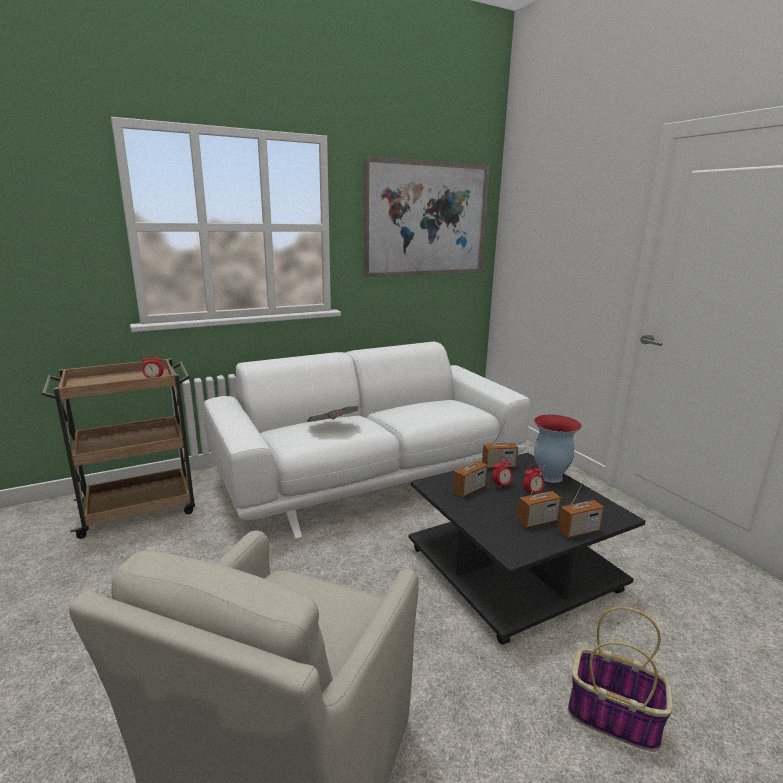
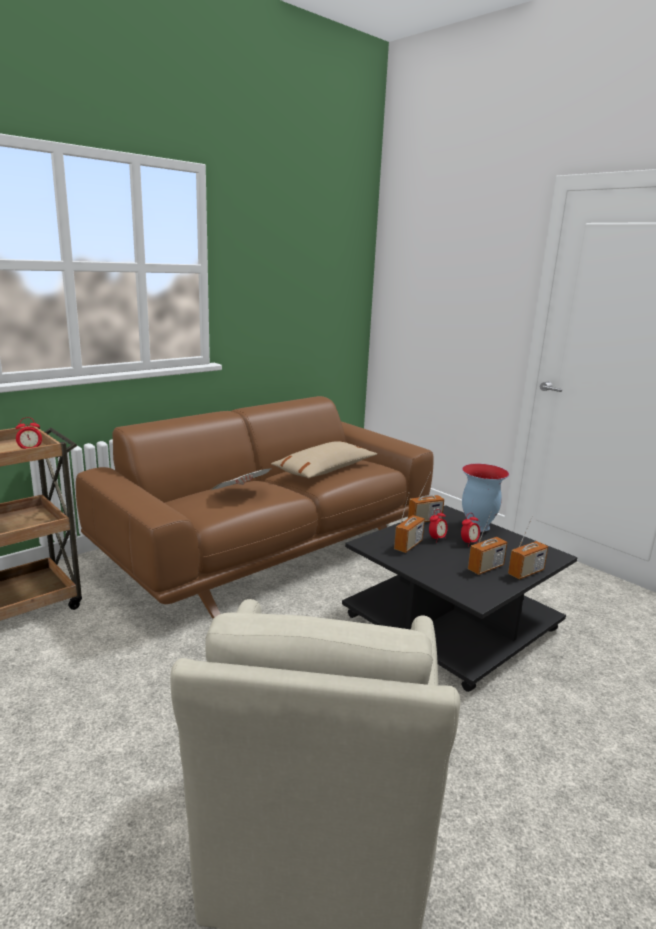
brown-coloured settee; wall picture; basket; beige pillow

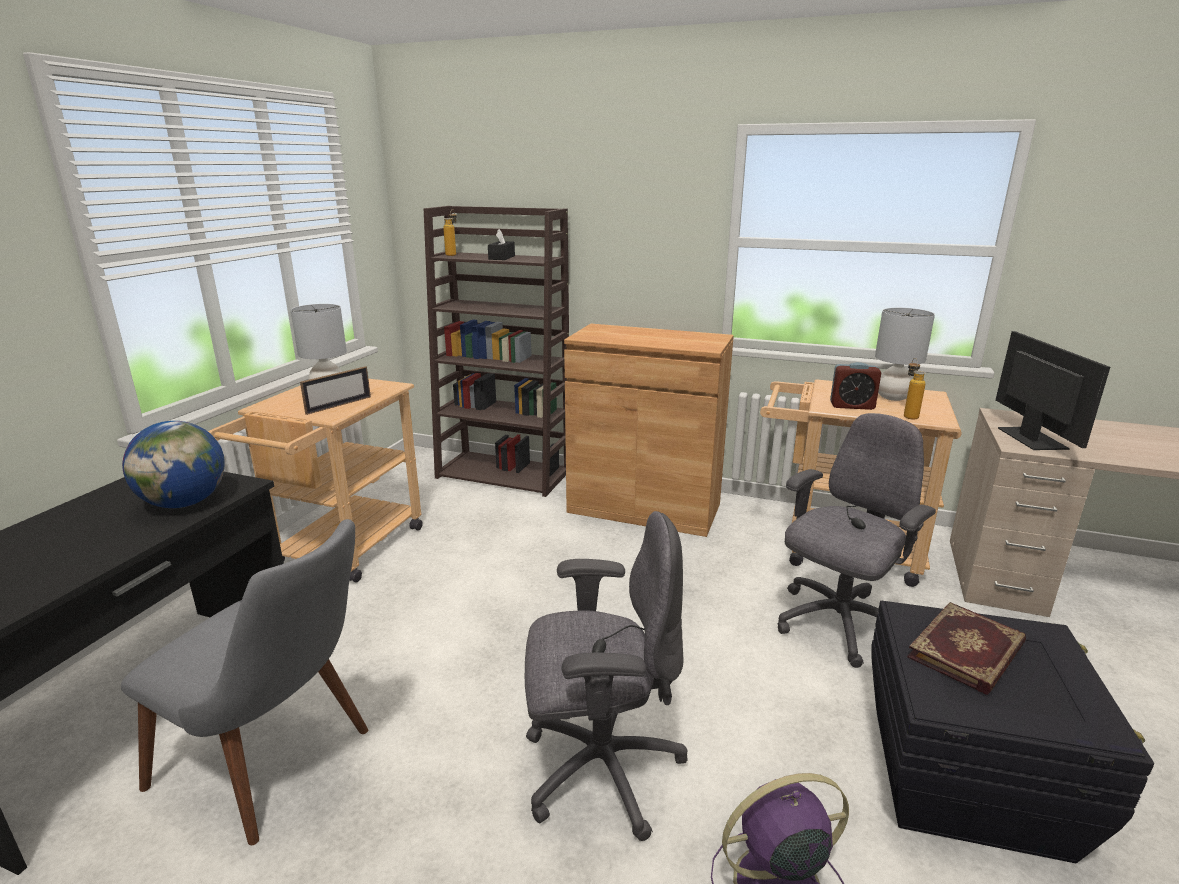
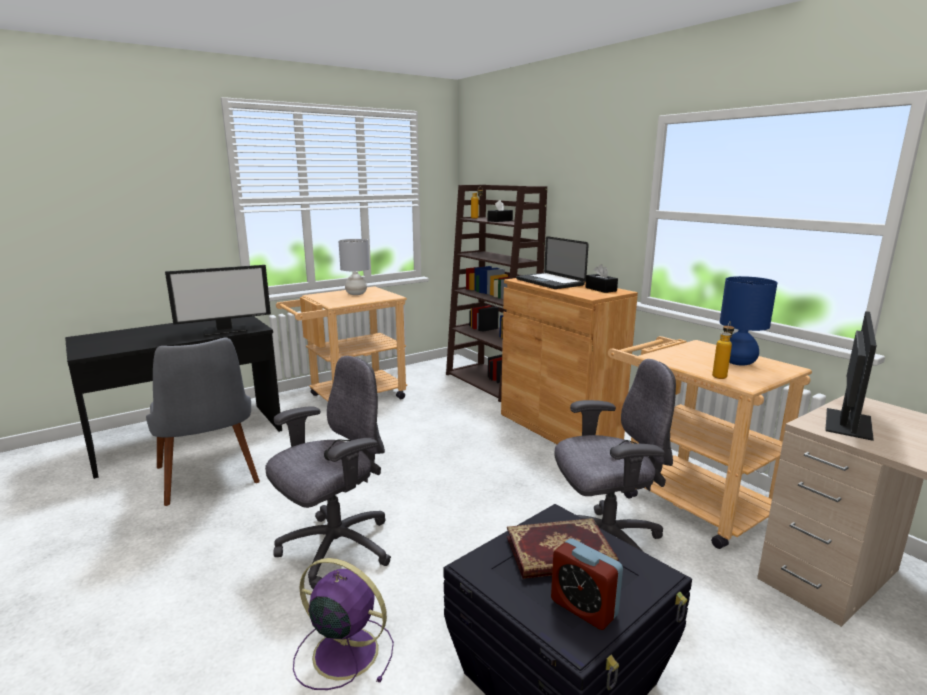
monitor (1st from left); photo frame; greyish office chair (1st from left); bedside clock; blue tabletop lamp; portable computer; black-coloured tissue box (2nd from left)

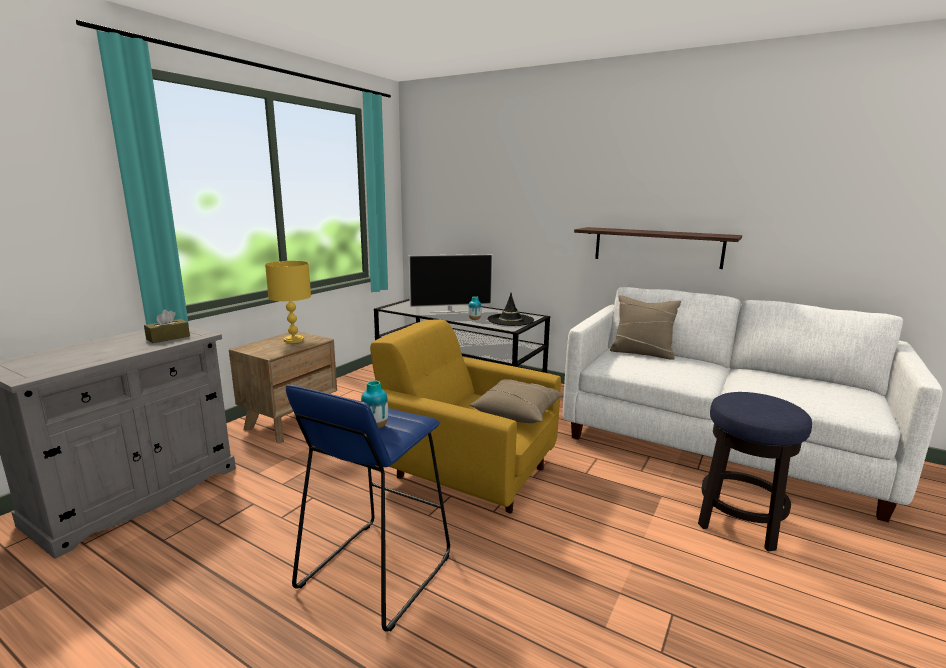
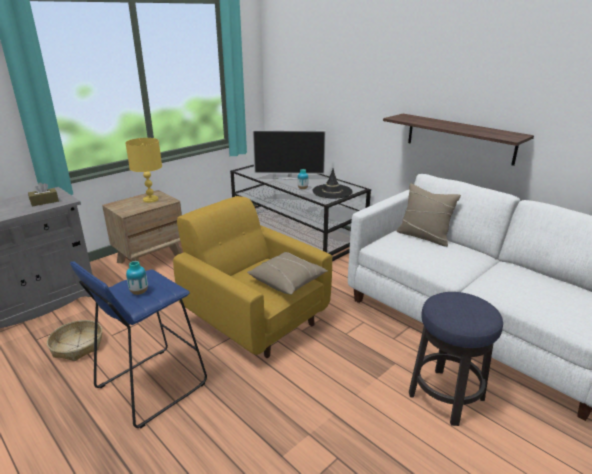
basket

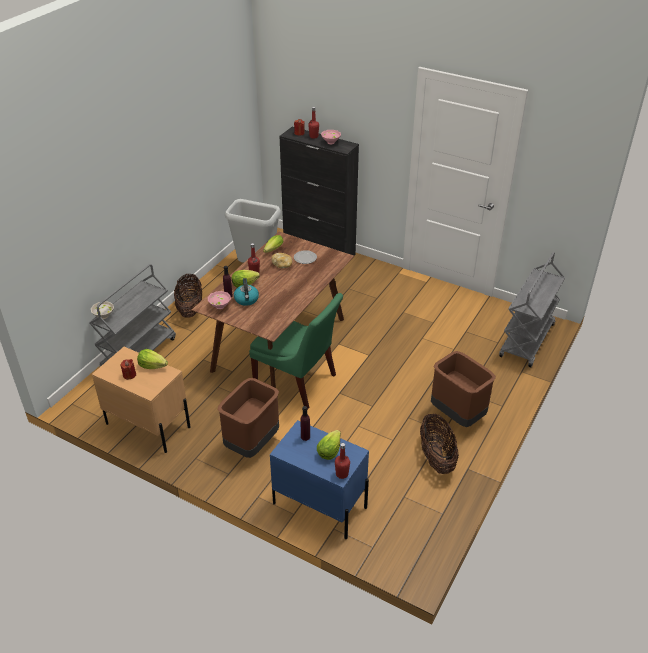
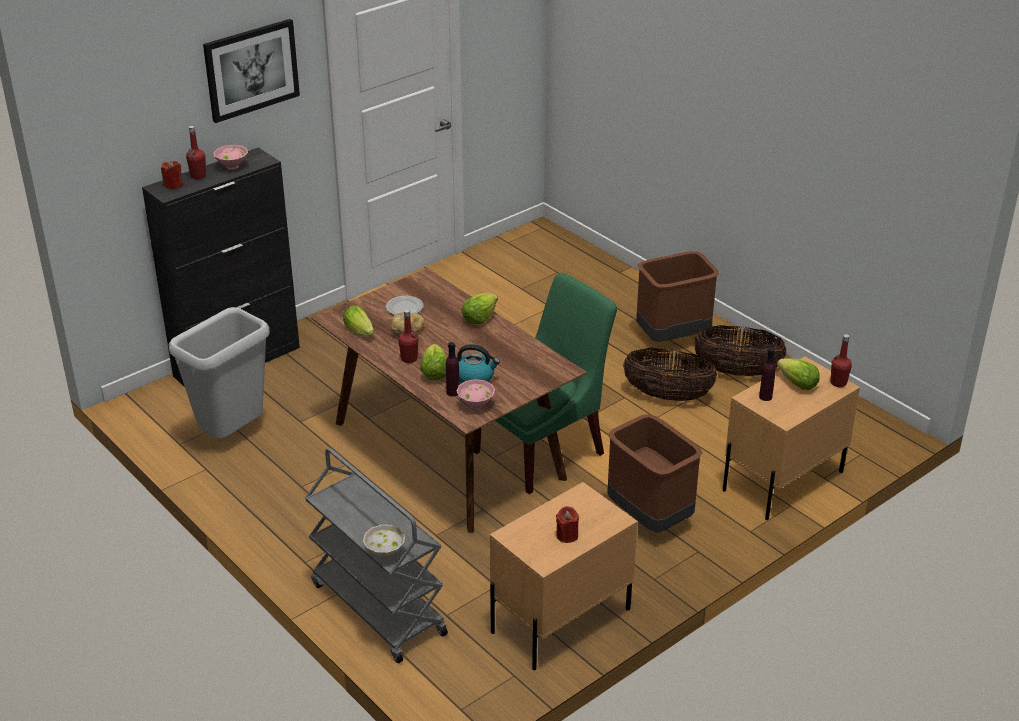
lettuce (3rd from left); basket (1st from left); beige night table (2nd from left); greyish wheeled cart (2nd from left in the first image); wall picture

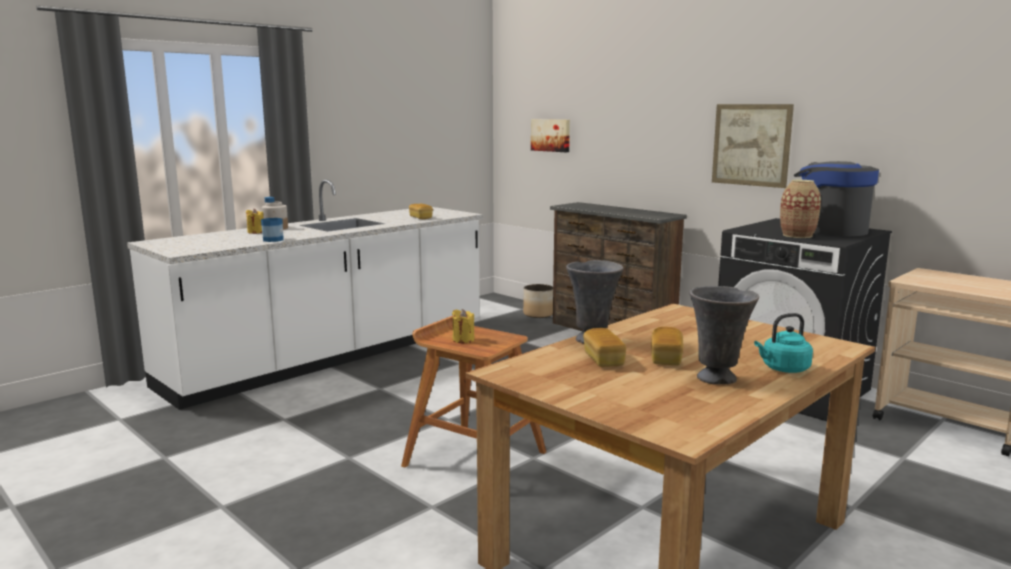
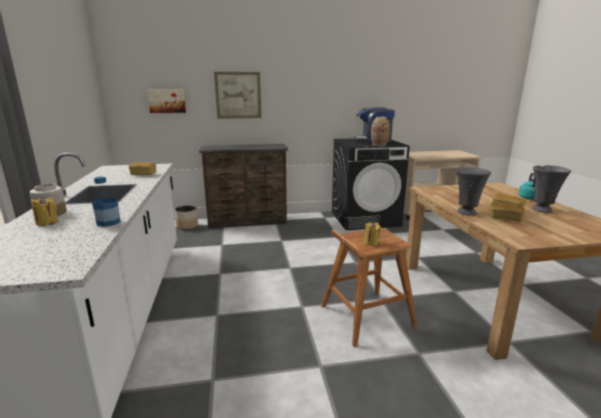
wall picture (2nd from left)

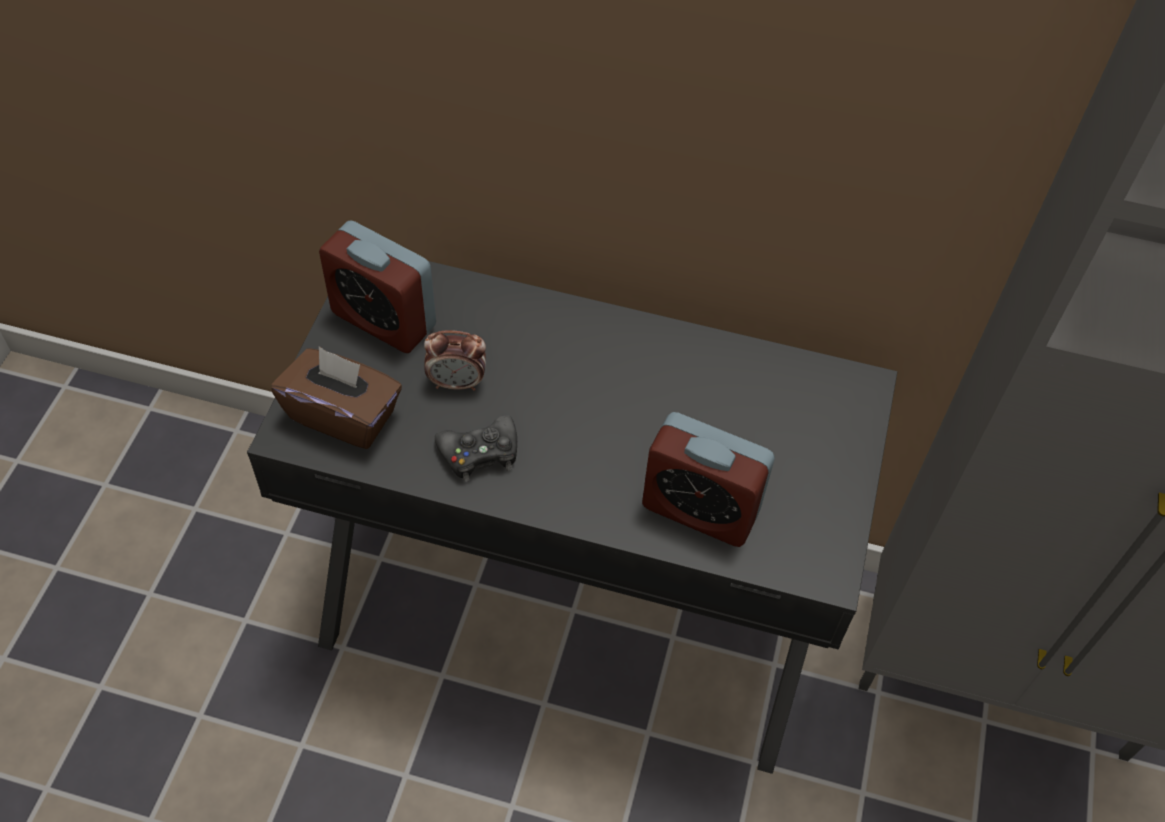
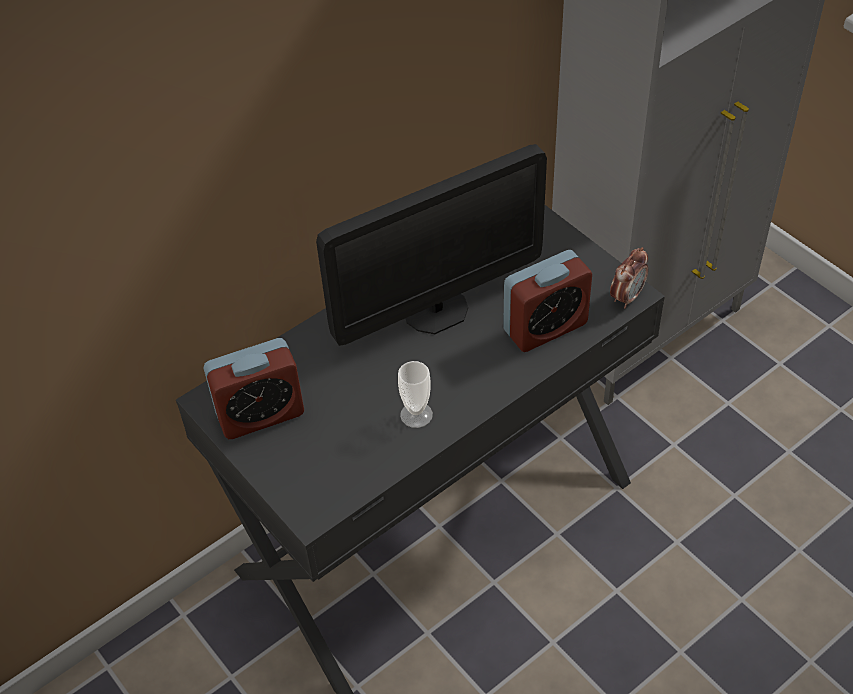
brown-coloured tissue box; bedside clock (3rd from left); small cup; monitor

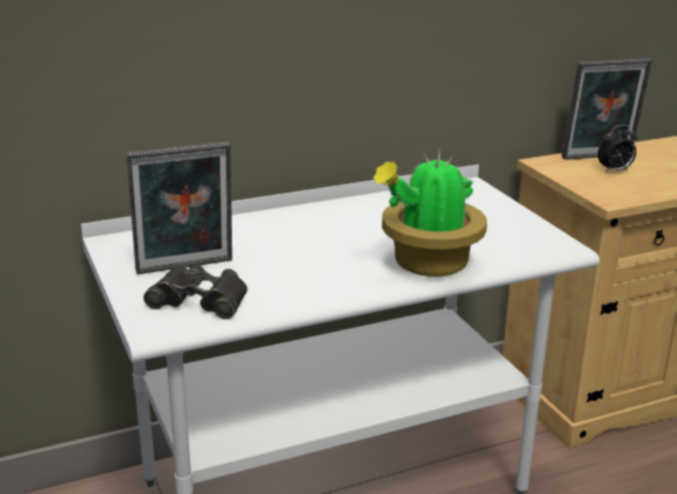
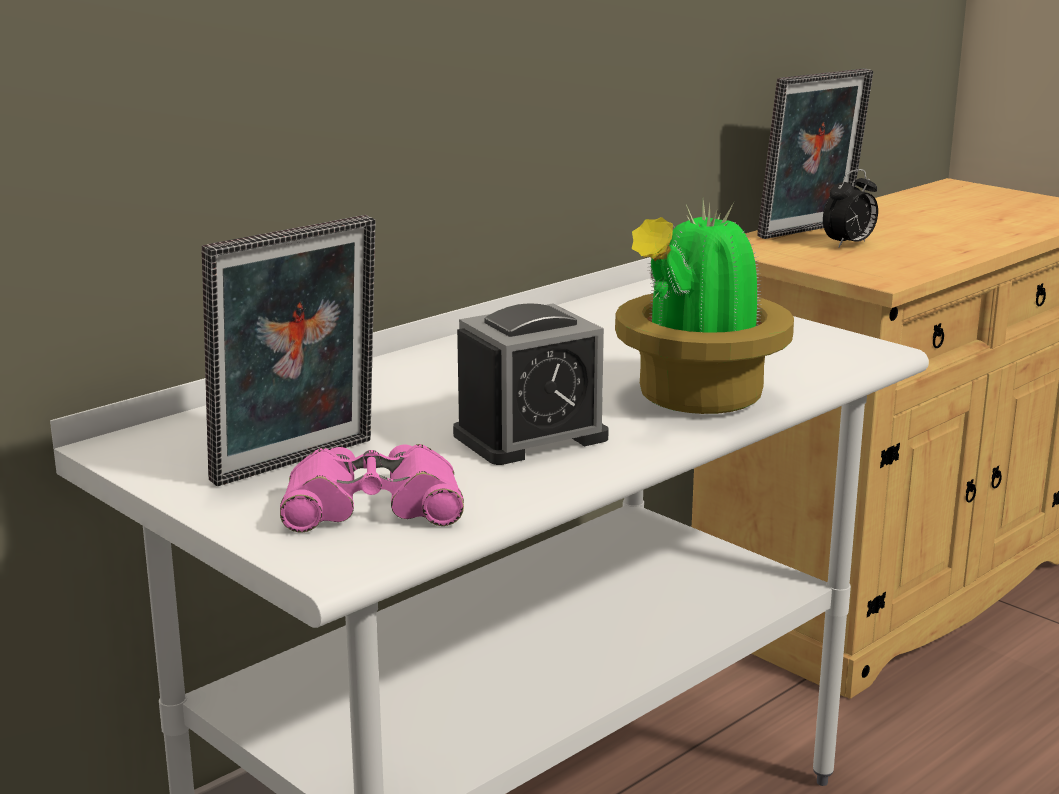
pink binoculars; bedside clock (1st from left)

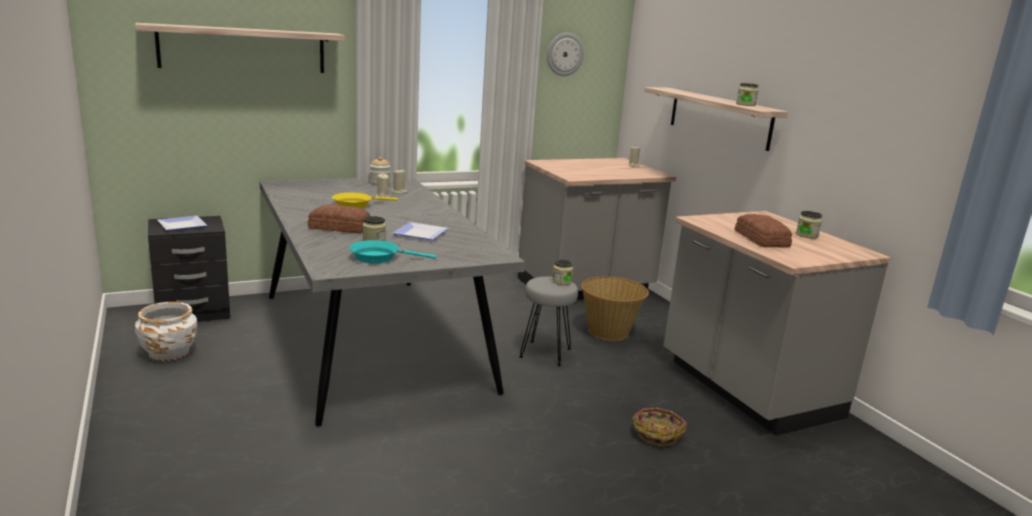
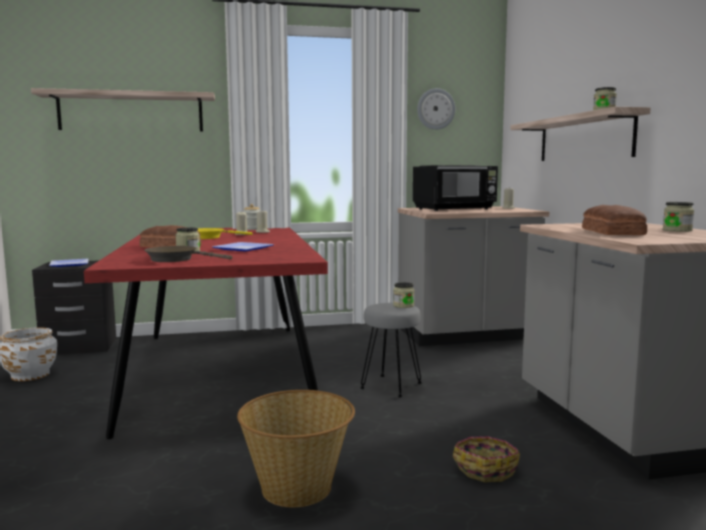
reddish dining table; brown-coloured pan; basket (1st from left); black-coloured microwave

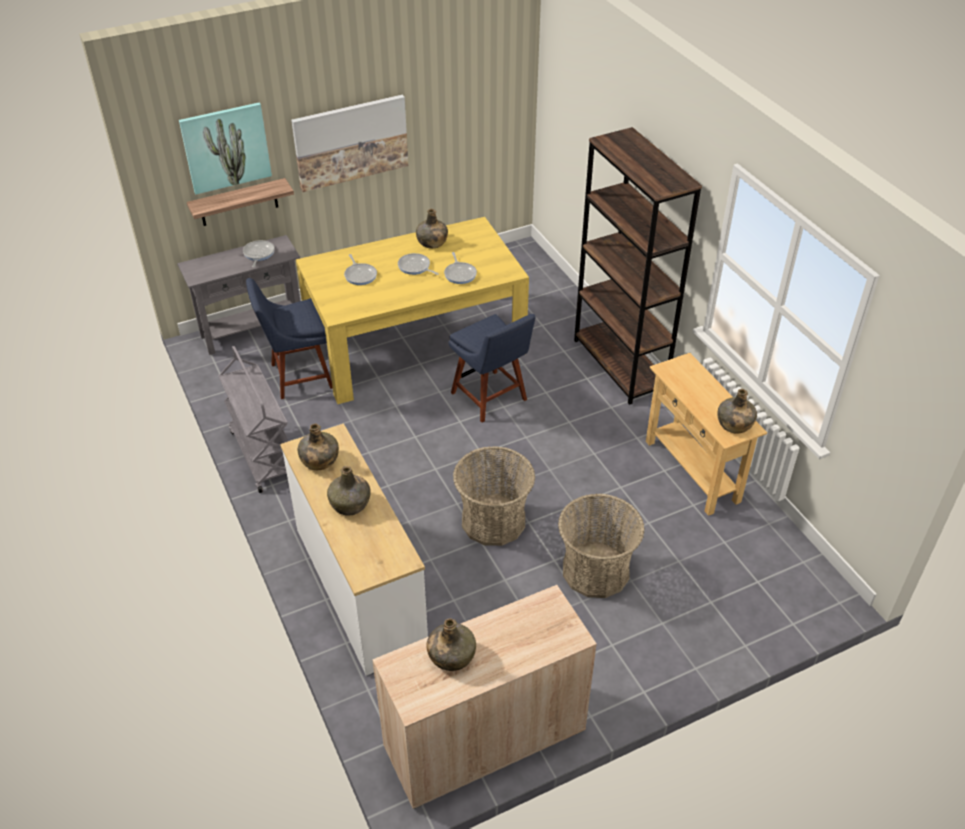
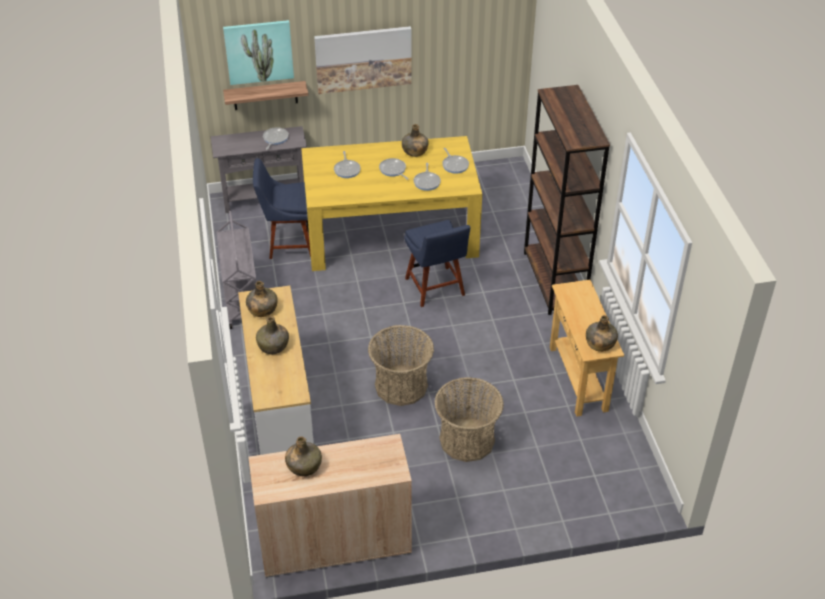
pan (5th from left)

